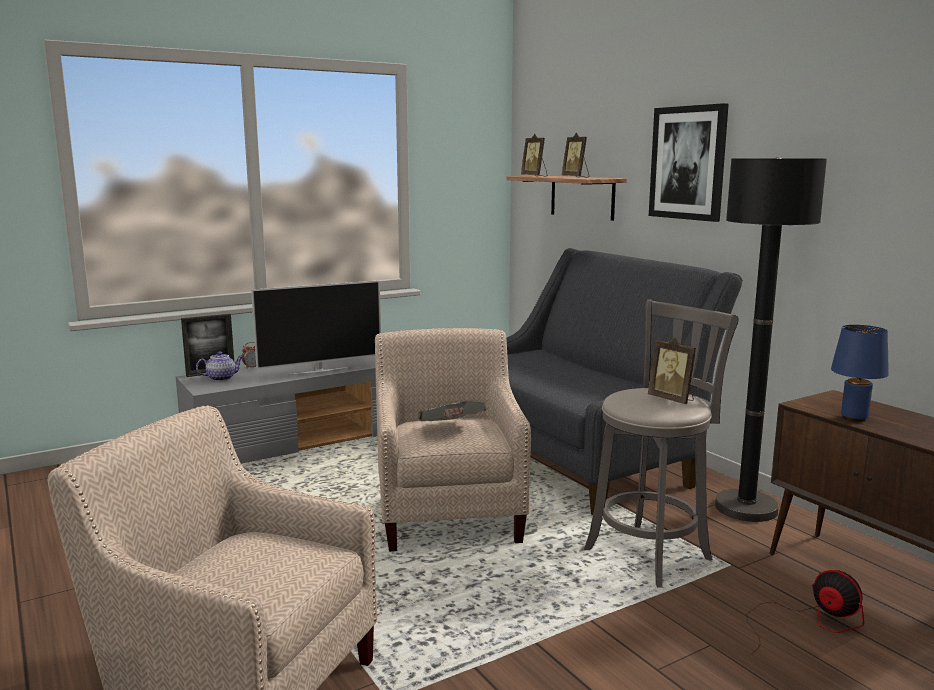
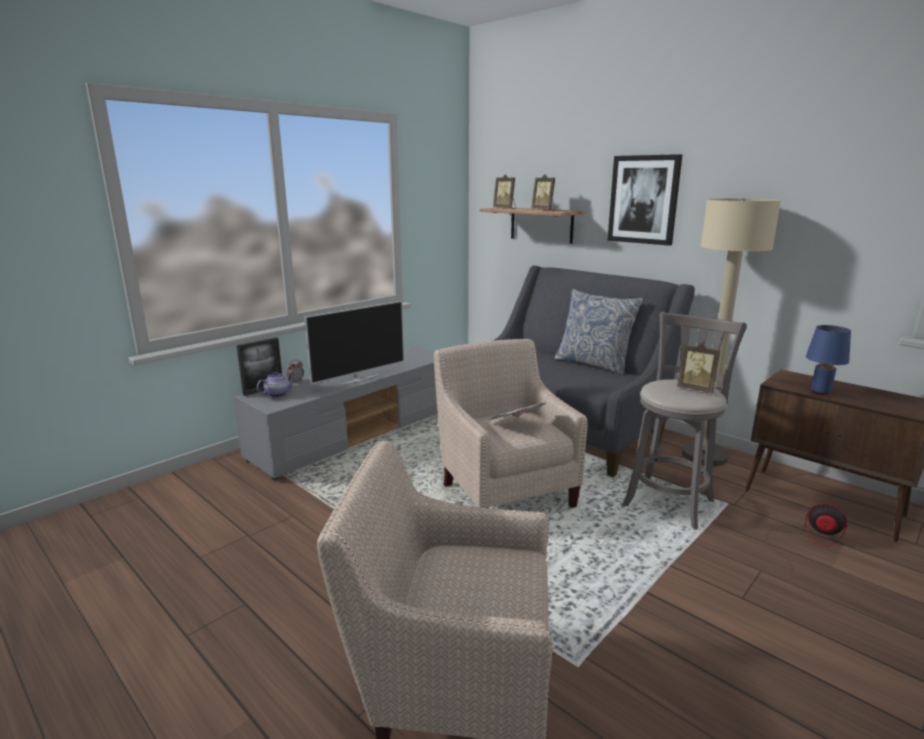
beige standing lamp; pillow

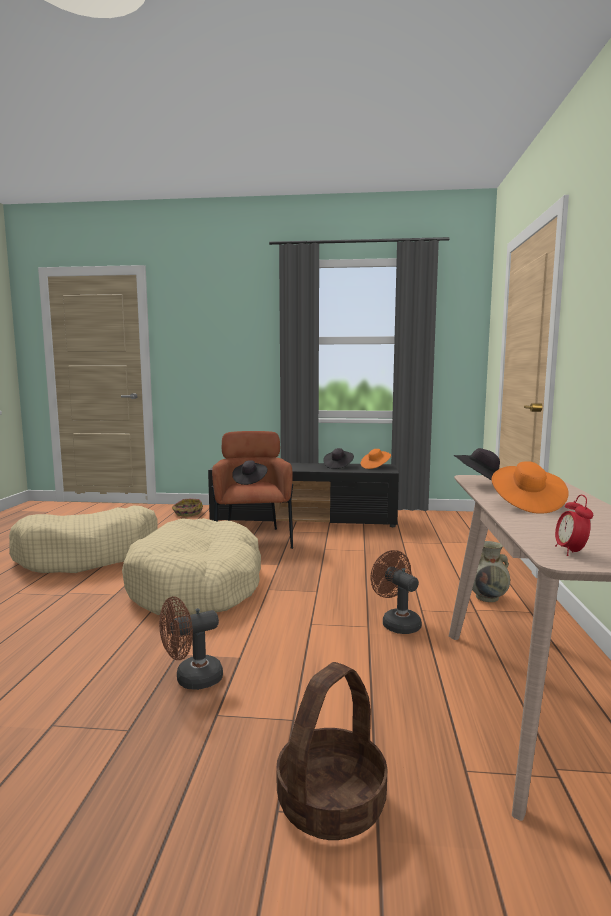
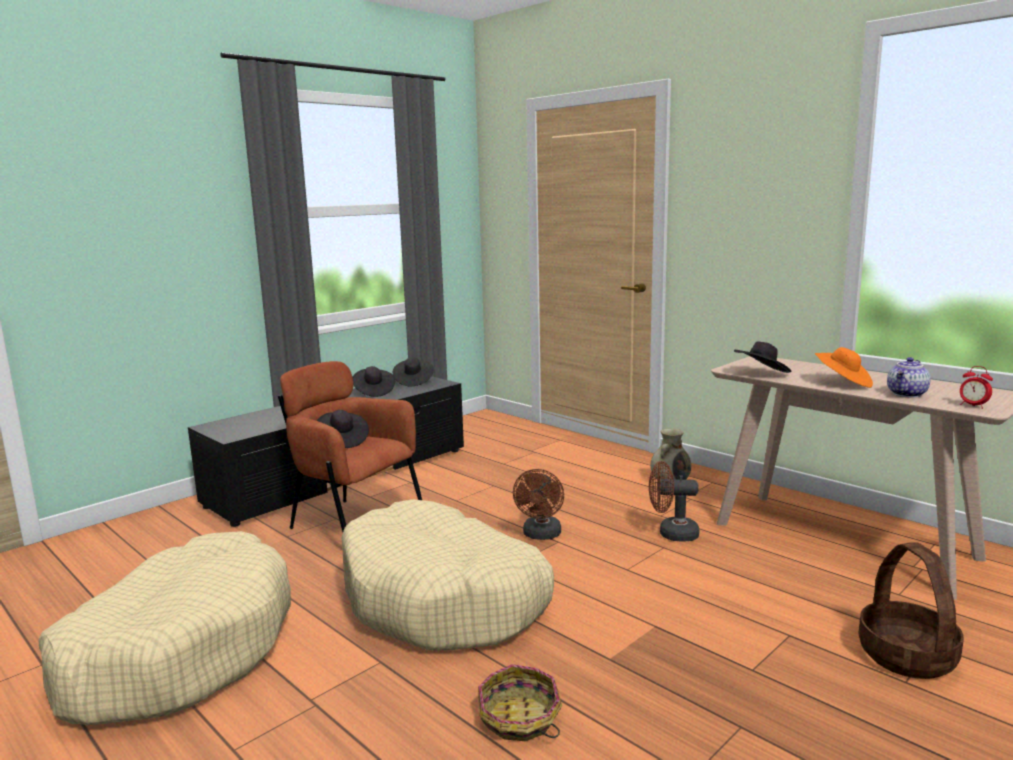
brown-coloured cooling fan (1st from left); basket (1st from left); black-coloured hat (3rd from left); teapot

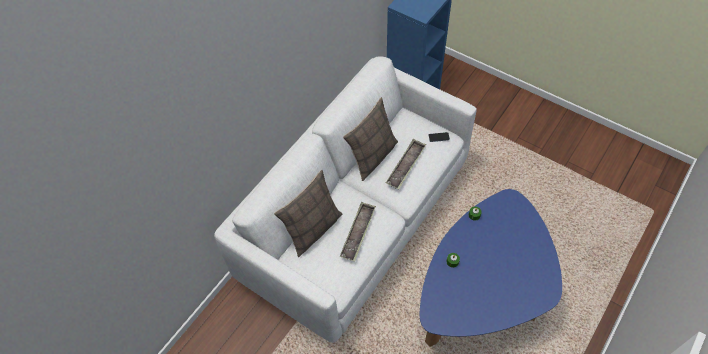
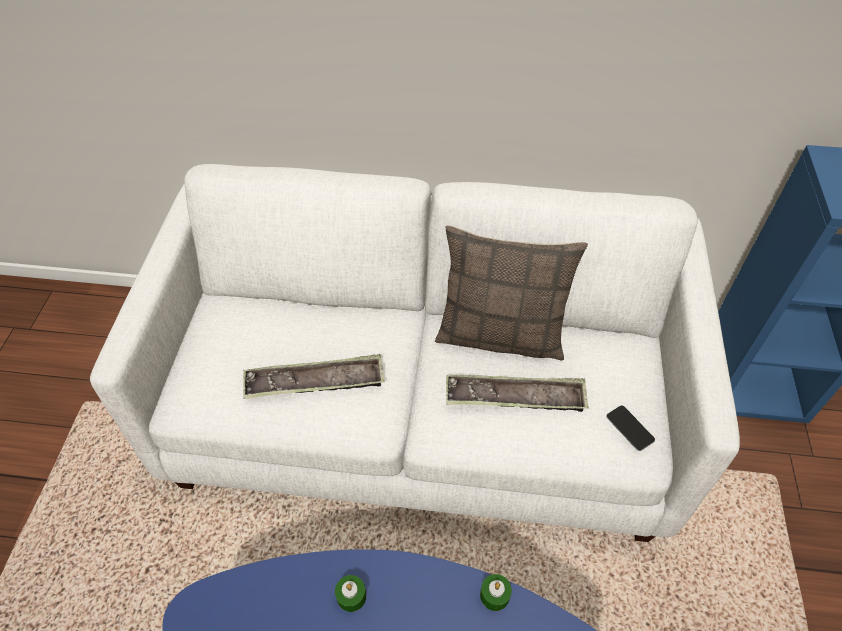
pillow (1st from left in the first image)

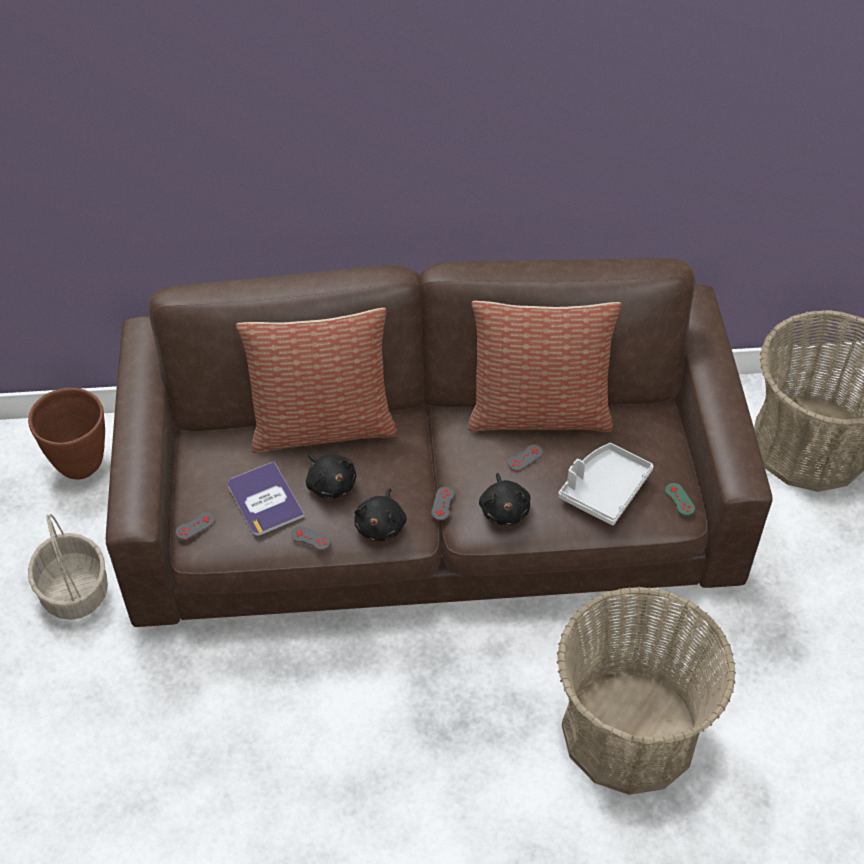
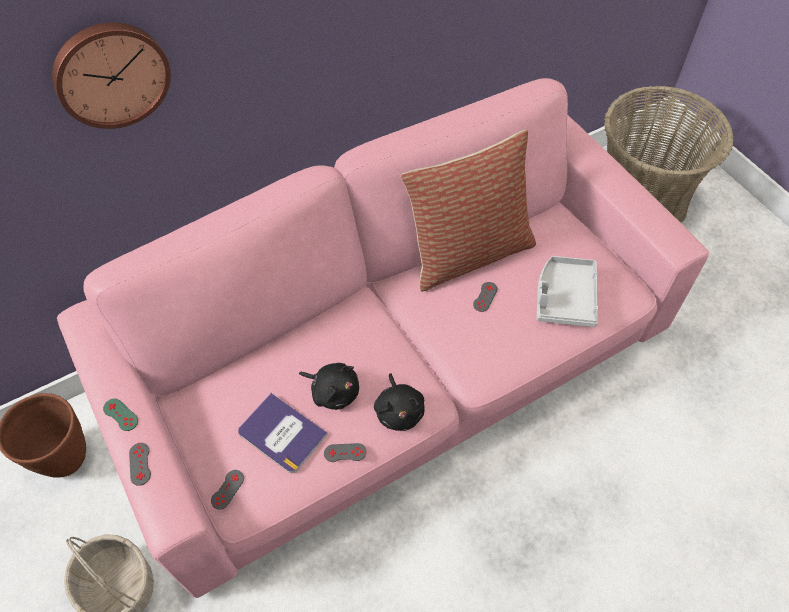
pink settee; pillow (1st from left in the first image); greyish game controller (1st from left); black-coloured plush toy (3rd from left in the first image); basket (2nd from left in the first image); green-coloured game controller; wall clock

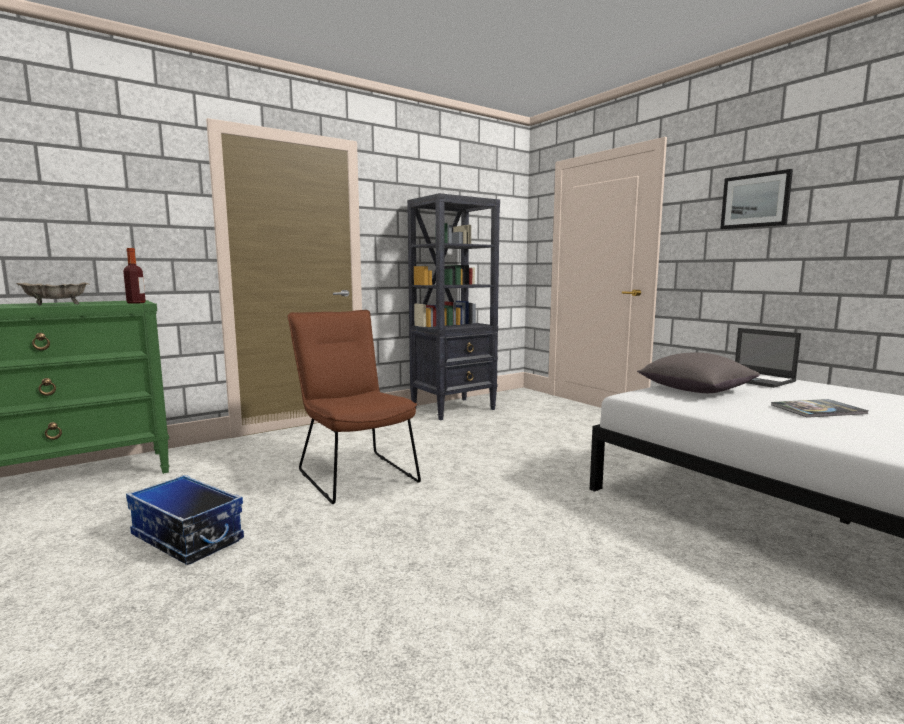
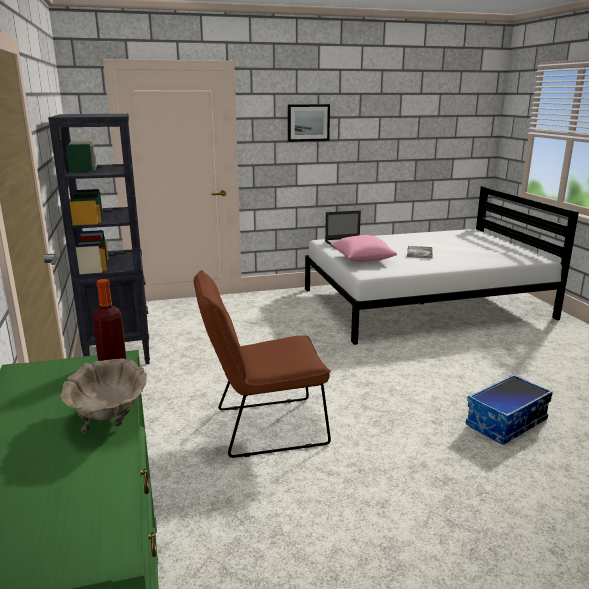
storage bin; pink pillow

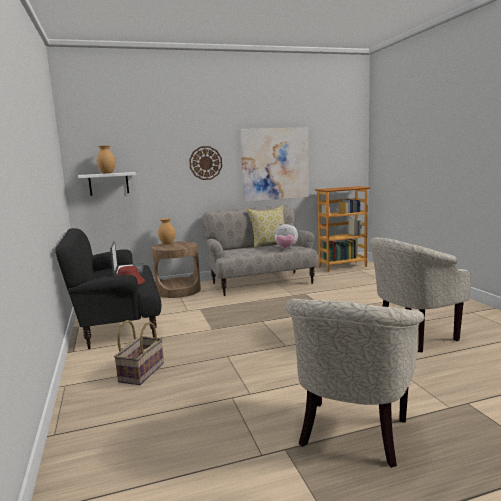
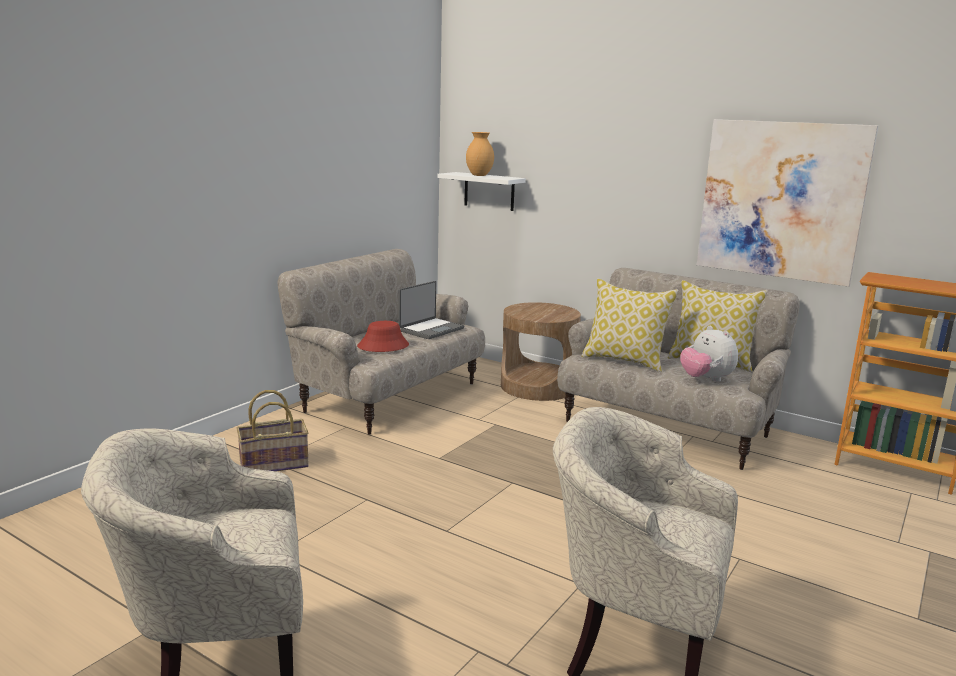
beige settee (1st from left); brown-coloured flower vase (2nd from left in the first image); wall clock; pillow (1st from left)

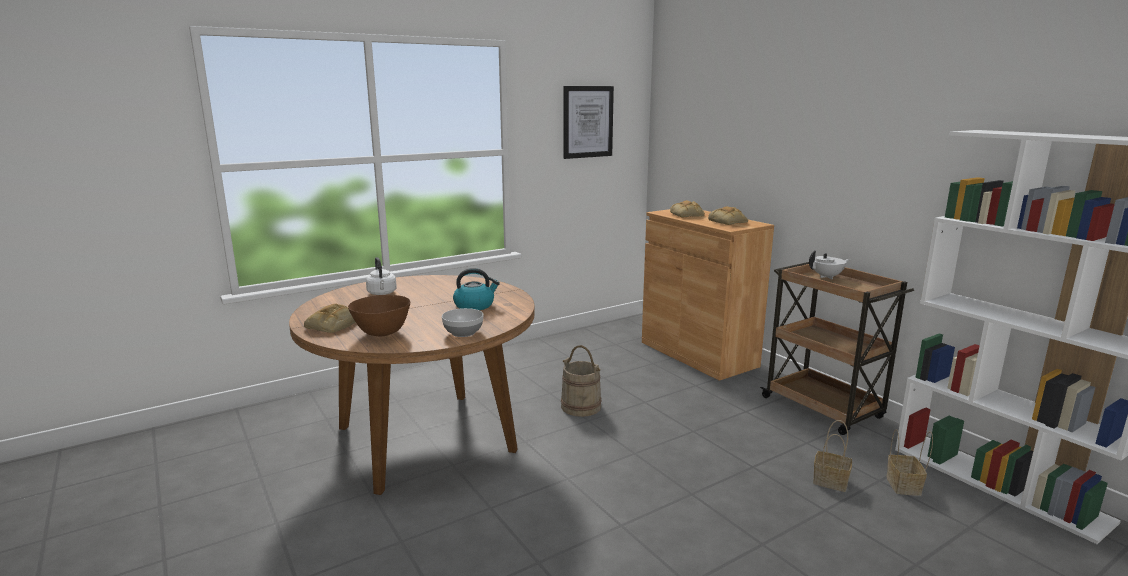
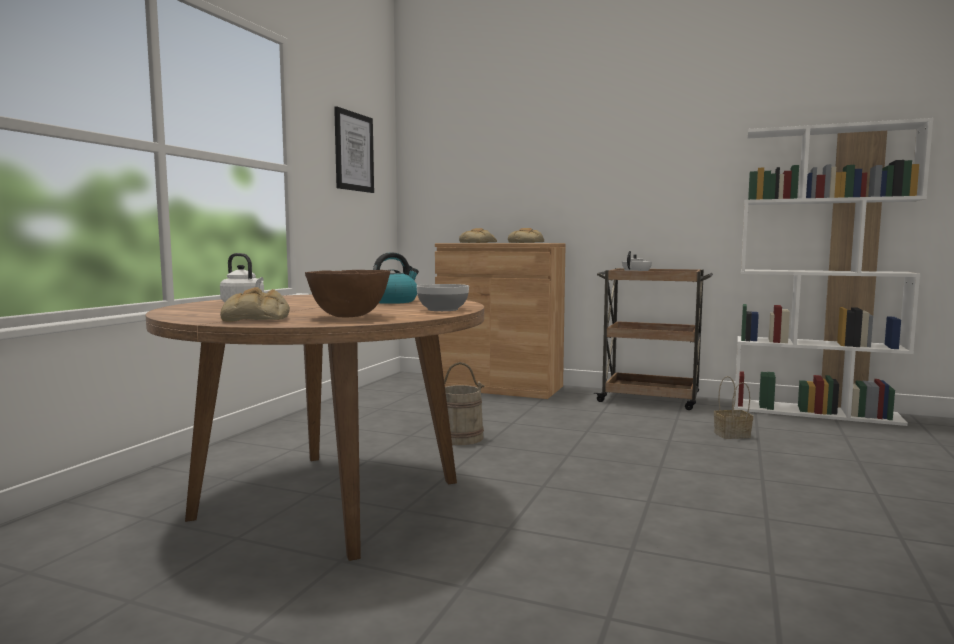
basket (2nd from left in the first image)

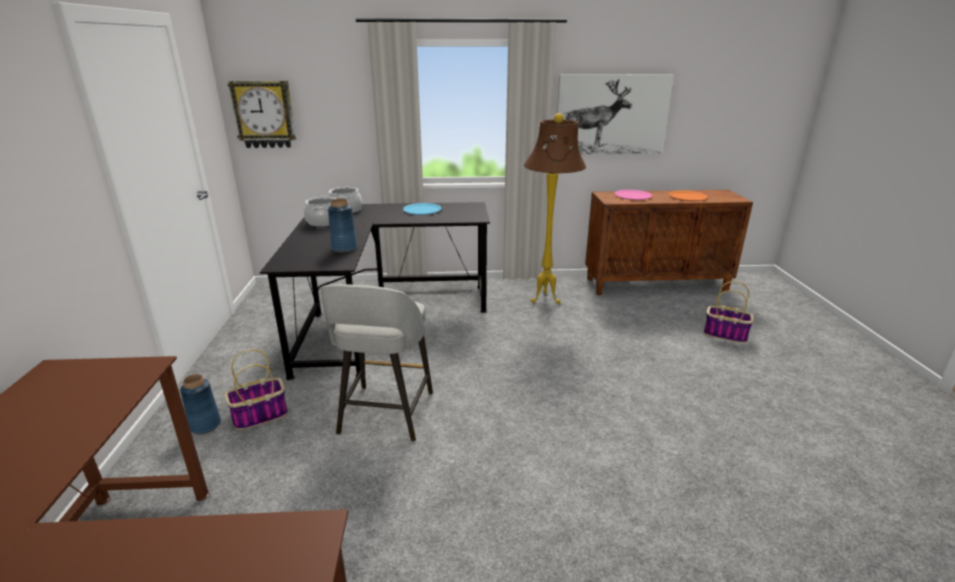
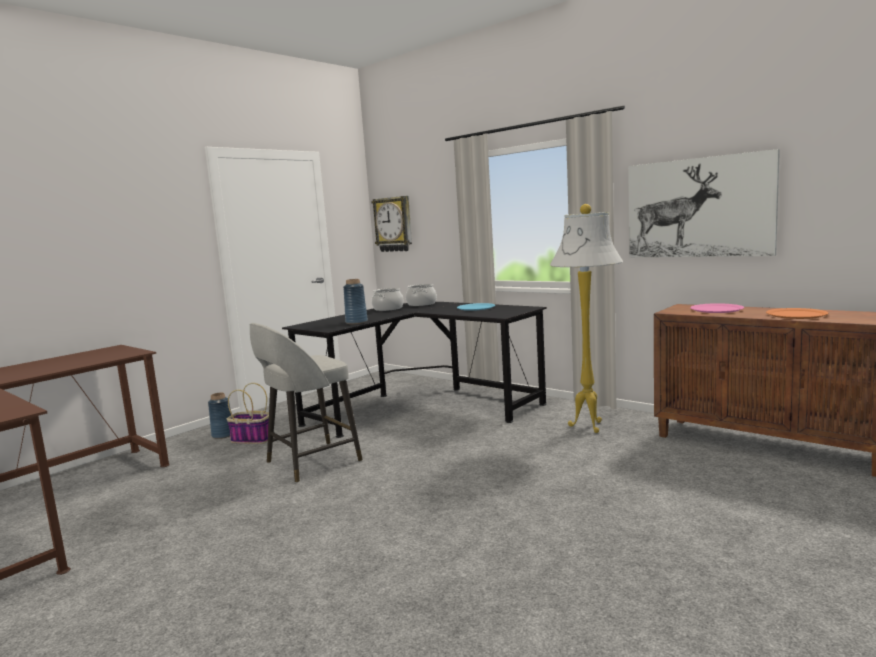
whitish standing lamp; basket (2nd from left in the first image)

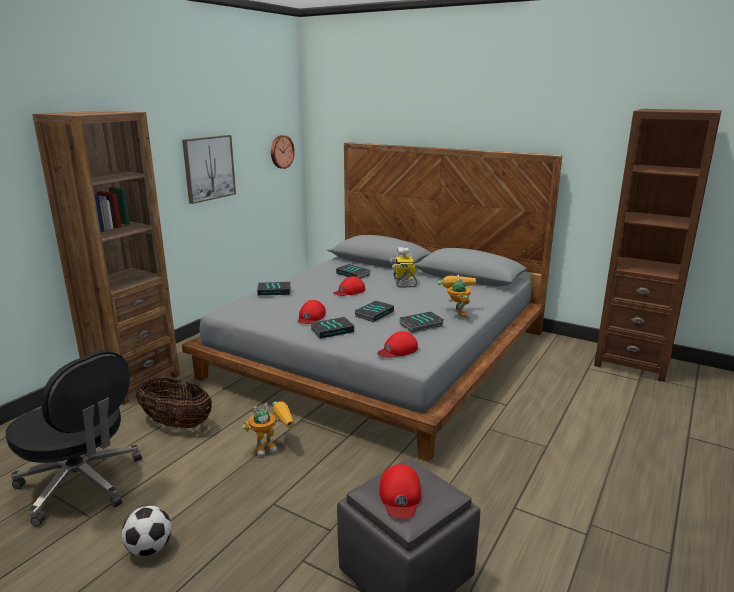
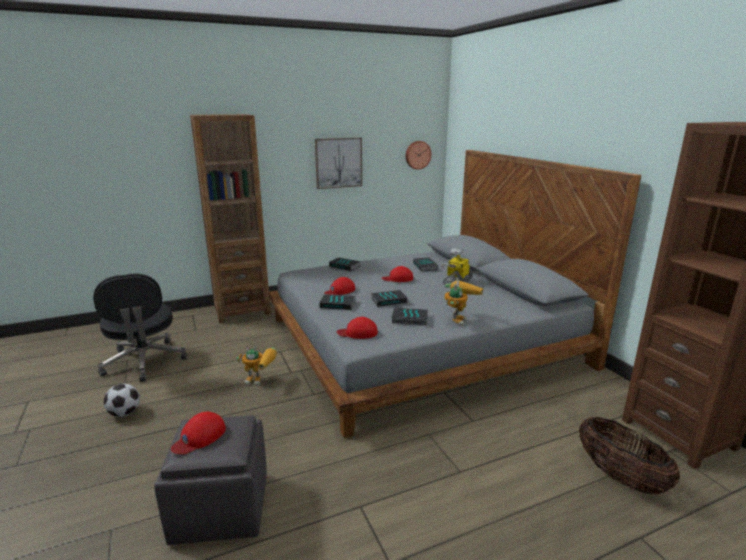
basket

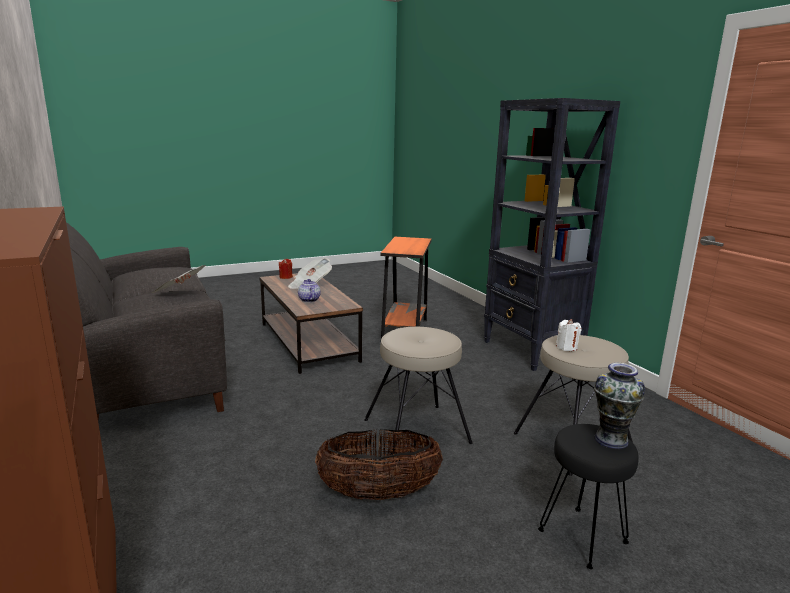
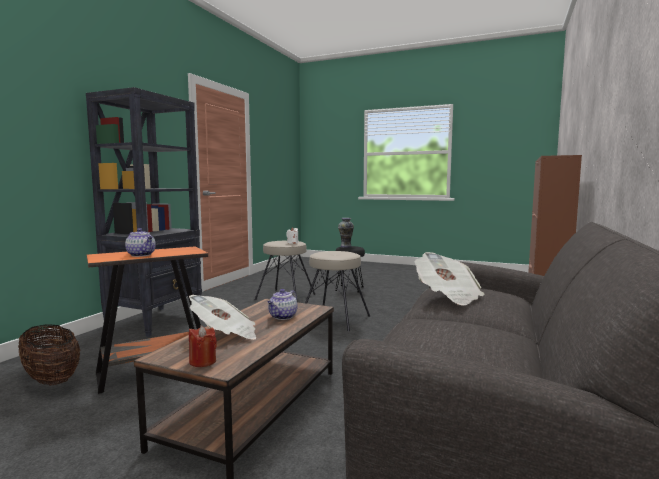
basket; teapot (1st from left)

